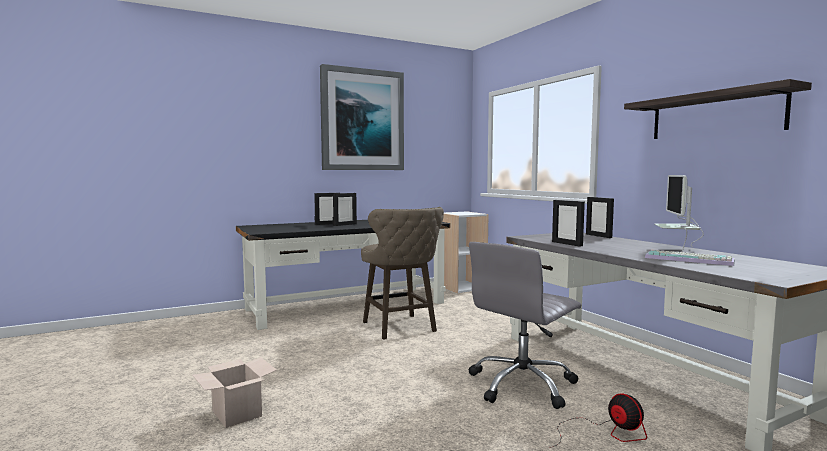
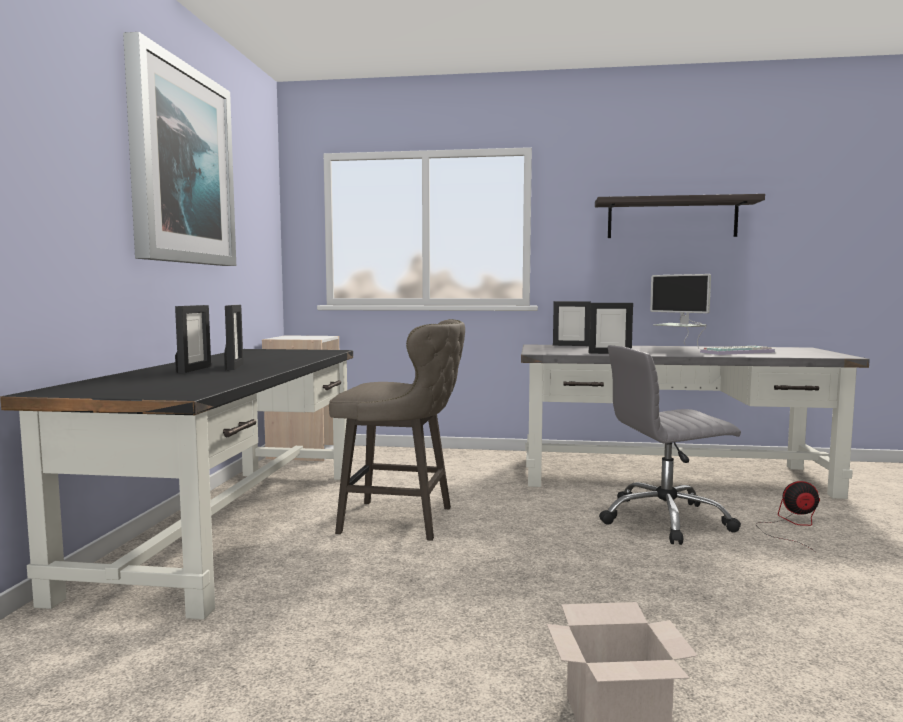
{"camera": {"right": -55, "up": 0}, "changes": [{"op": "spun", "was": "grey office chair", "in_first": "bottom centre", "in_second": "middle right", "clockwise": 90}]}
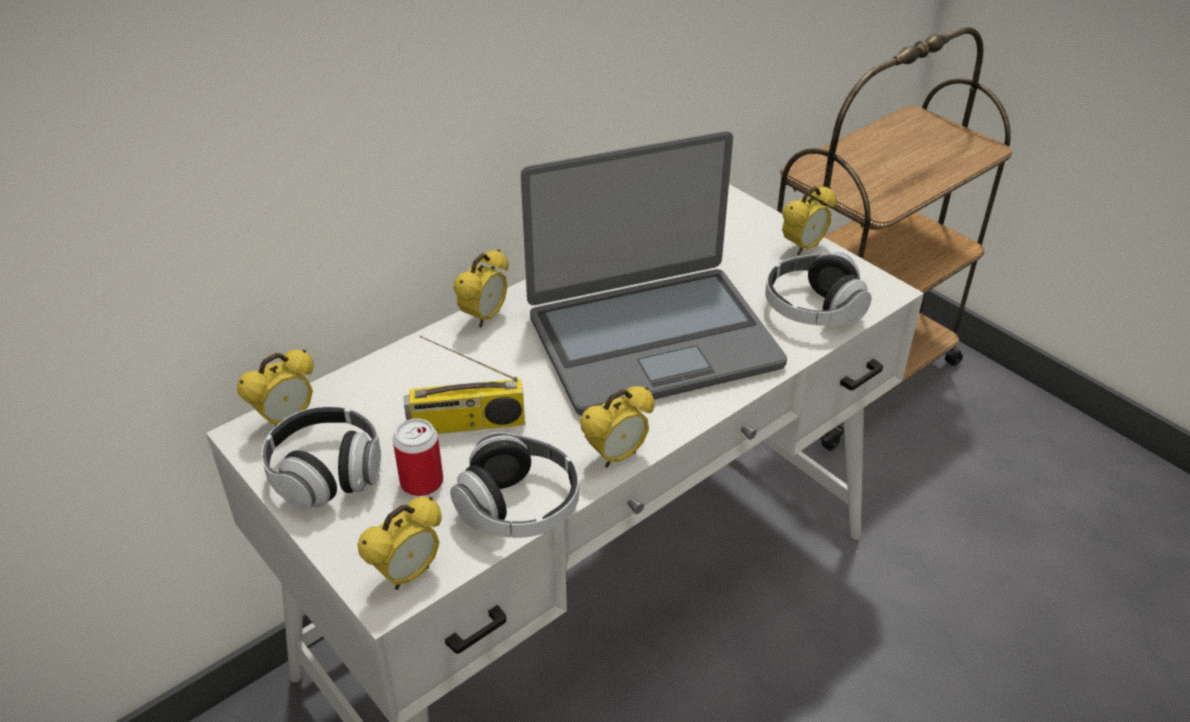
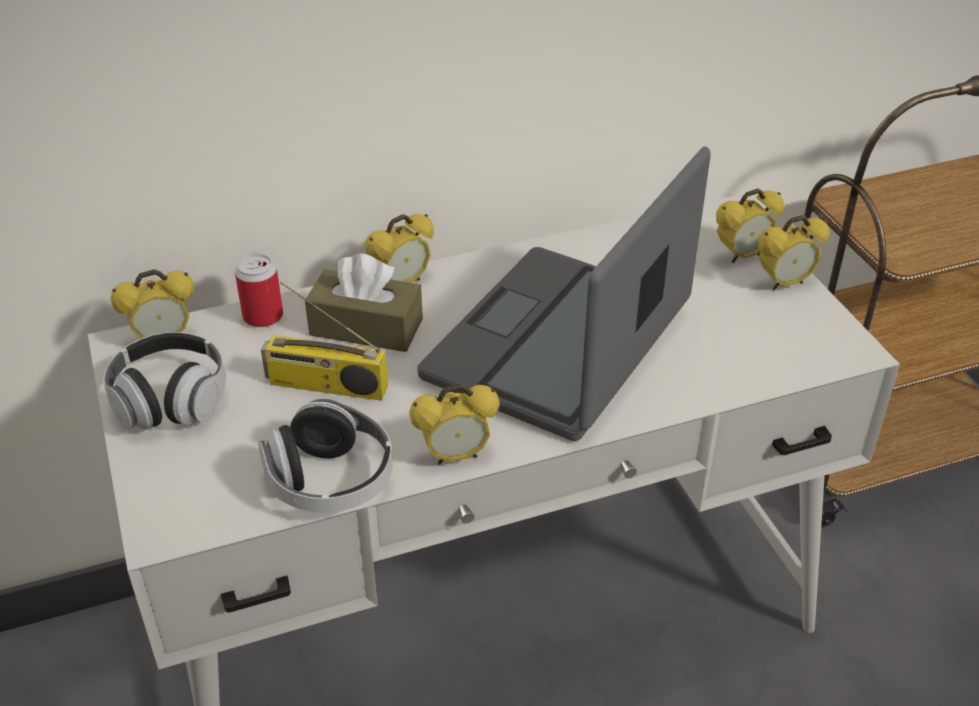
{"camera": {"right": 20, "up": 0}, "changes": [{"op": "spun", "was": "laptop", "in_first": "centre", "in_second": "centre", "clockwise": 120}, {"op": "missing", "was": "headphones (no. 3 from left)", "in_first": "middle right"}, {"op": "relocated", "was": "can", "in_first": "centre", "in_second": "middle left"}, {"op": "relocated", "was": "alarm clock (no. 2 from left in the first image)", "now": "alarm clock (no. 4 from left)", "in_first": "bottom centre", "in_second": "top right"}, {"op": "appeared", "now": "brown tissue box", "in_second": "centre"}]}
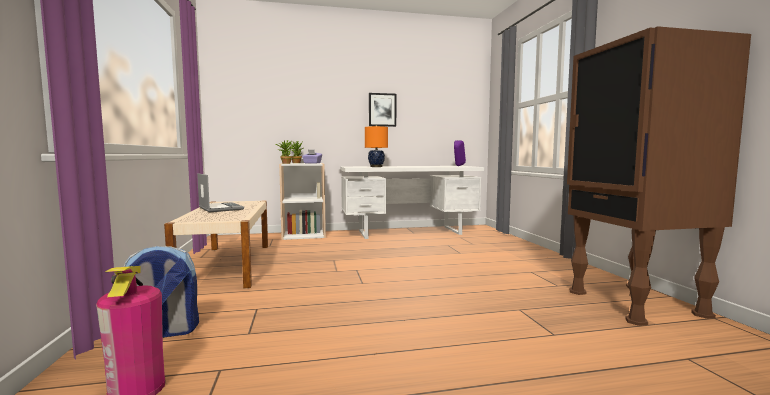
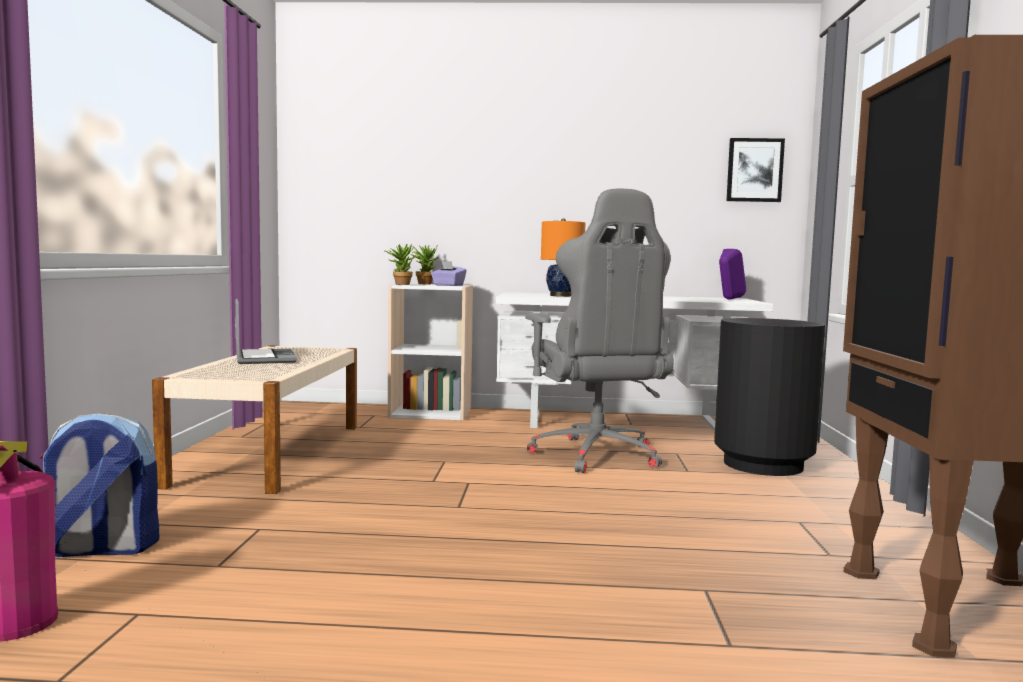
{"camera": {"right": 15, "up": 0}, "changes": [{"op": "relocated", "was": "picture", "in_first": "top centre", "in_second": "top right"}, {"op": "appeared", "now": "grey office chair", "in_second": "centre"}, {"op": "appeared", "now": "black trash can", "in_second": "middle right"}]}
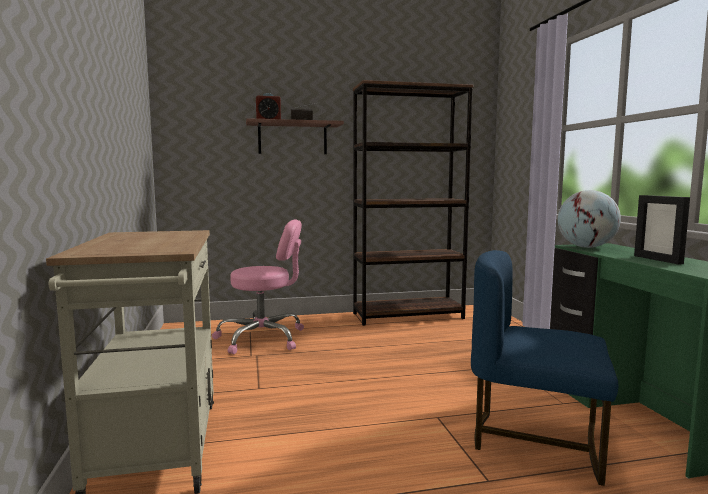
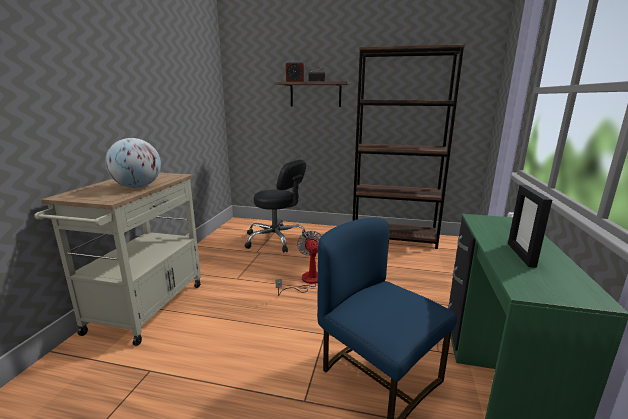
{"camera": {"right": 25, "up": 10}, "changes": [{"op": "relocated", "was": "globe", "in_first": "middle right", "in_second": "middle left"}, {"op": "colour", "was": "pink office chair", "now": "black office chair", "in_first": "centre", "in_second": "centre"}, {"op": "appeared", "now": "fan", "in_second": "centre"}]}
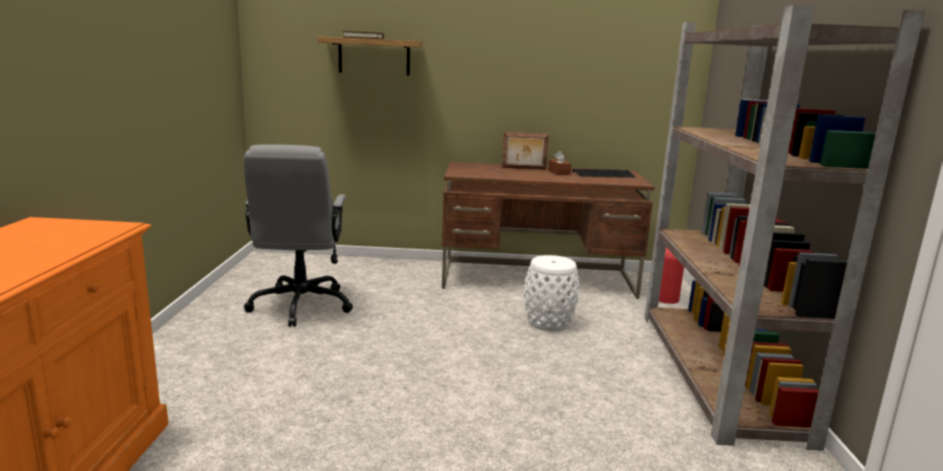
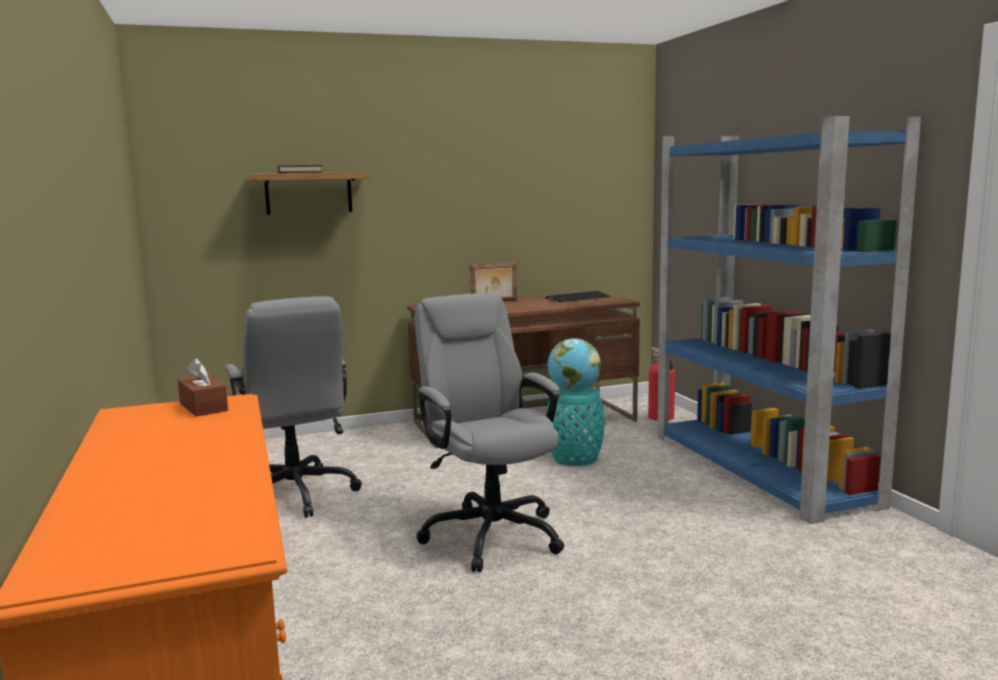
{"camera": {"right": -20, "up": -5}, "changes": [{"op": "colour", "was": "brown bookcase", "now": "blue bookcase", "in_first": "middle right", "in_second": "middle right"}, {"op": "relocated", "was": "brown tissue box", "in_first": "centre", "in_second": "middle left"}, {"op": "colour", "was": "white stool", "now": "turquoise stool", "in_first": "centre", "in_second": "centre"}, {"op": "appeared", "now": "grey office chair (no. 2 from left)", "in_second": "centre"}, {"op": "appeared", "now": "globe", "in_second": "centre"}]}
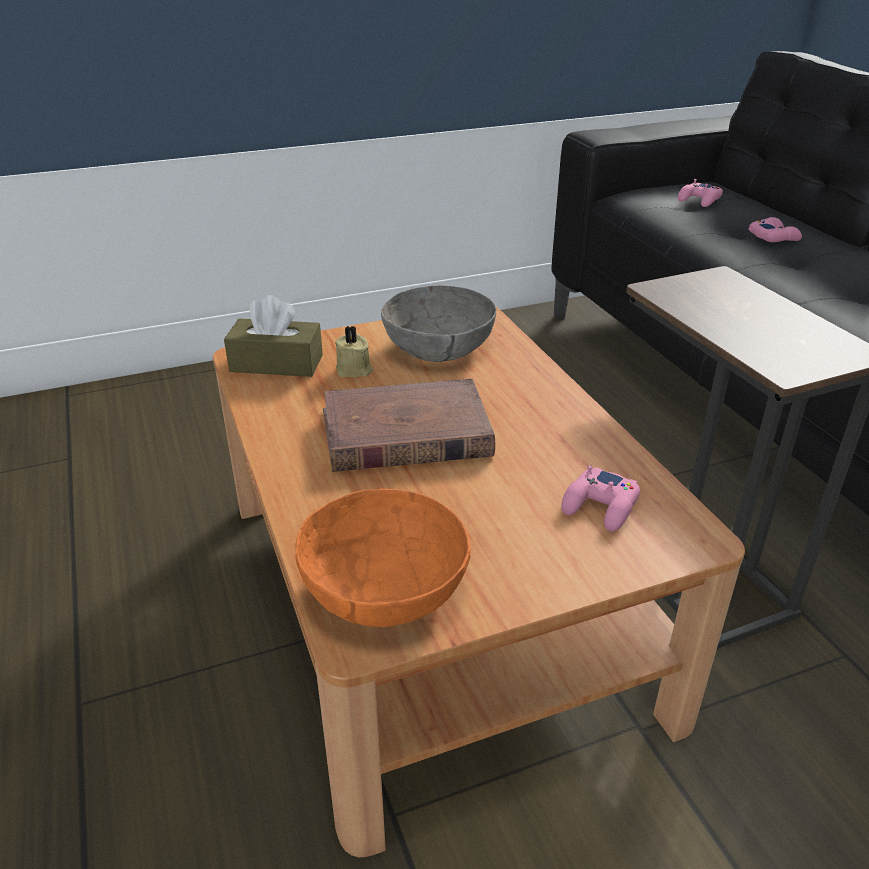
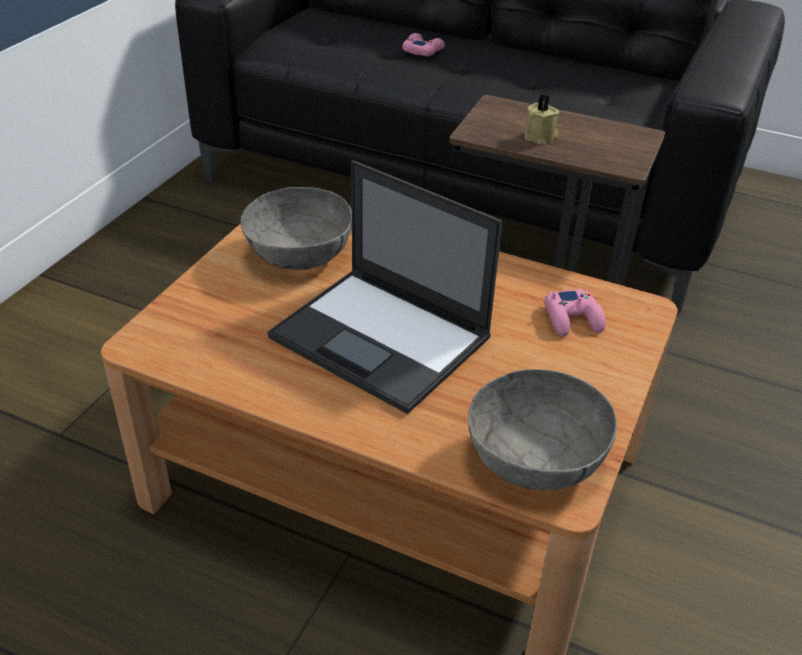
{"camera": {"right": -45, "up": 5}, "changes": [{"op": "missing", "was": "pink game controller (no. 2 from left)", "in_first": "top right"}, {"op": "missing", "was": "brown tissue box", "in_first": "middle left"}, {"op": "relocated", "was": "beige candle", "in_first": "centre", "in_second": "top right"}, {"op": "exchanged", "was": "brown book", "now": "laptop", "in_first": "centre", "in_second": "centre"}, {"op": "colour", "was": "orange bowl", "now": "grey bowl (no. 2 from left)", "in_first": "centre", "in_second": "middle right"}]}
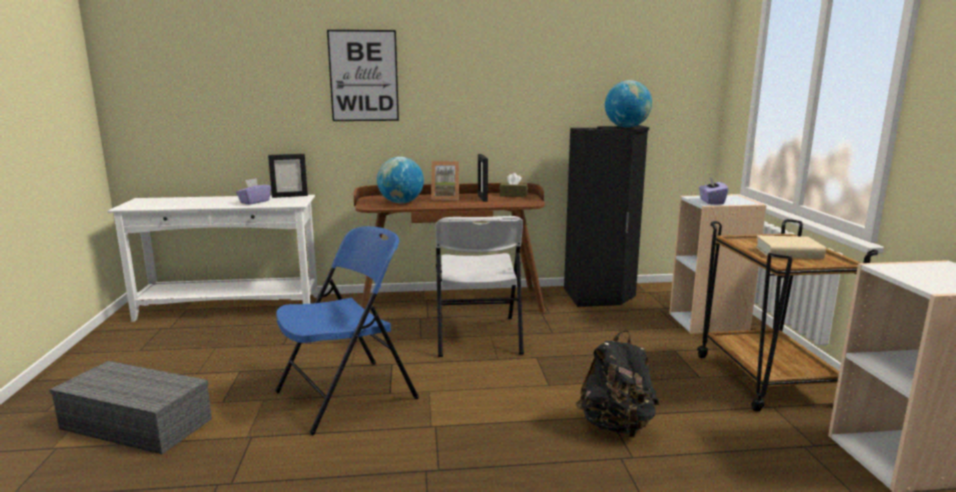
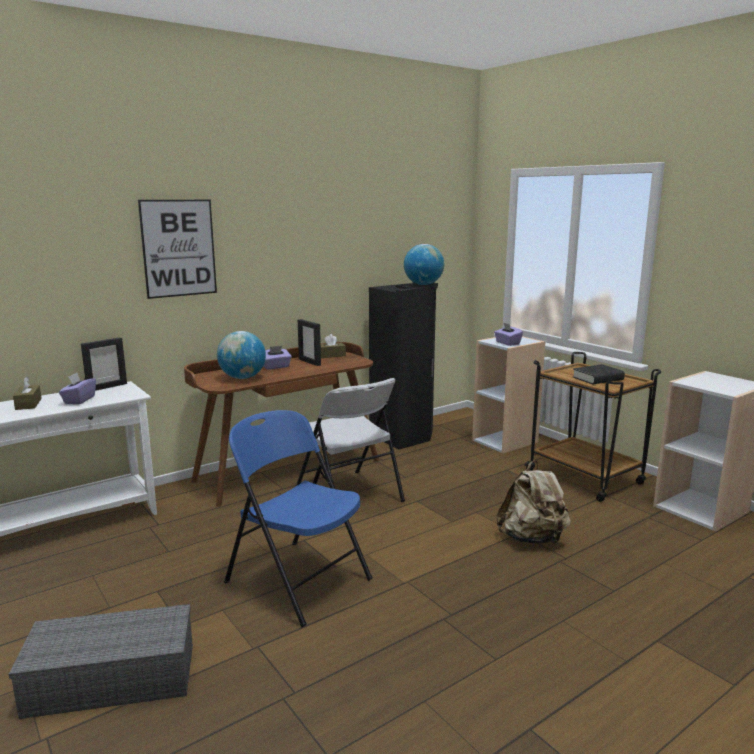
{"camera": {"right": -30, "up": 0}, "changes": [{"op": "exchanged", "was": "picture frame (no. 2 from left)", "now": "purple tissue box (no. 2 from left)", "in_first": "centre", "in_second": "centre"}, {"op": "spun", "was": "blue chair", "in_first": "bottom centre", "in_second": "bottom centre", "clockwise": -75}, {"op": "colour", "was": "beige book", "now": "black book", "in_first": "middle right", "in_second": "middle right"}, {"op": "colour", "was": "black backpack", "now": "beige backpack", "in_first": "bottom centre", "in_second": "middle right"}, {"op": "appeared", "now": "brown tissue box (no. 1 from left)", "in_second": "middle left"}]}
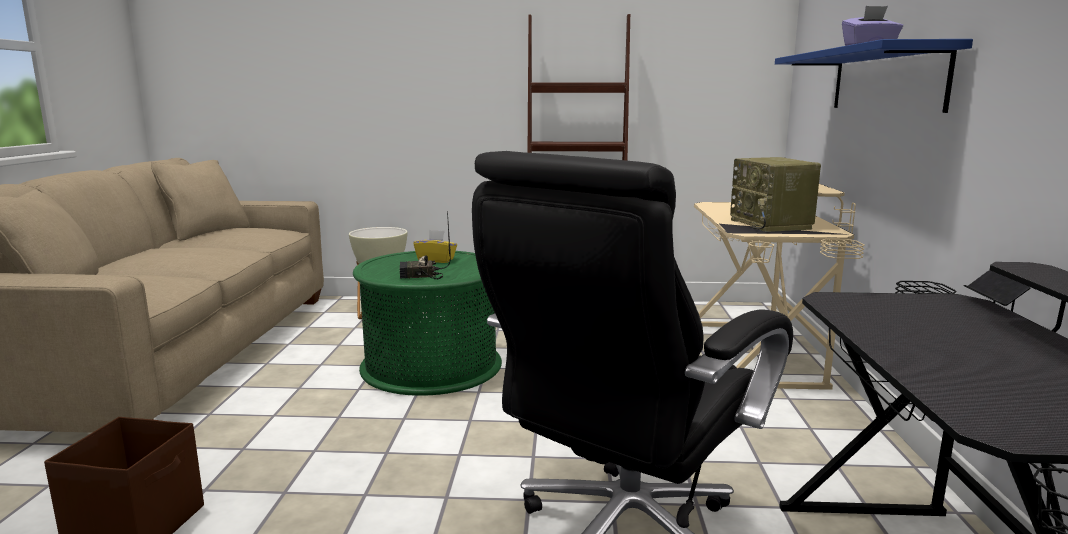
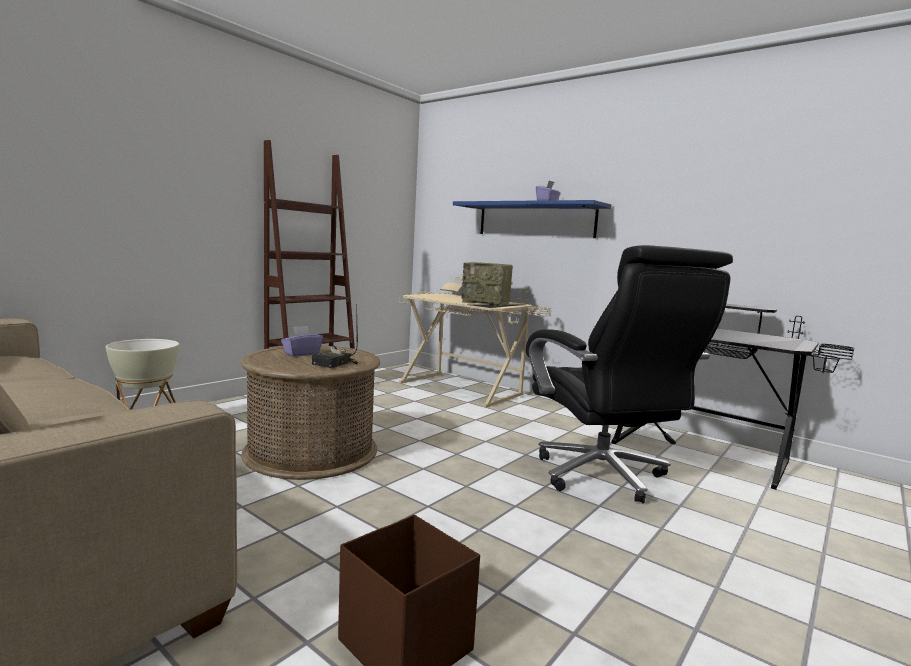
{"camera": {"right": -55, "up": -5}, "changes": [{"op": "colour", "was": "yellow tissue box", "now": "purple tissue box (no. 1 from left)", "in_first": "centre", "in_second": "middle left"}, {"op": "colour", "was": "green coffee table", "now": "brown coffee table", "in_first": "centre", "in_second": "centre"}]}
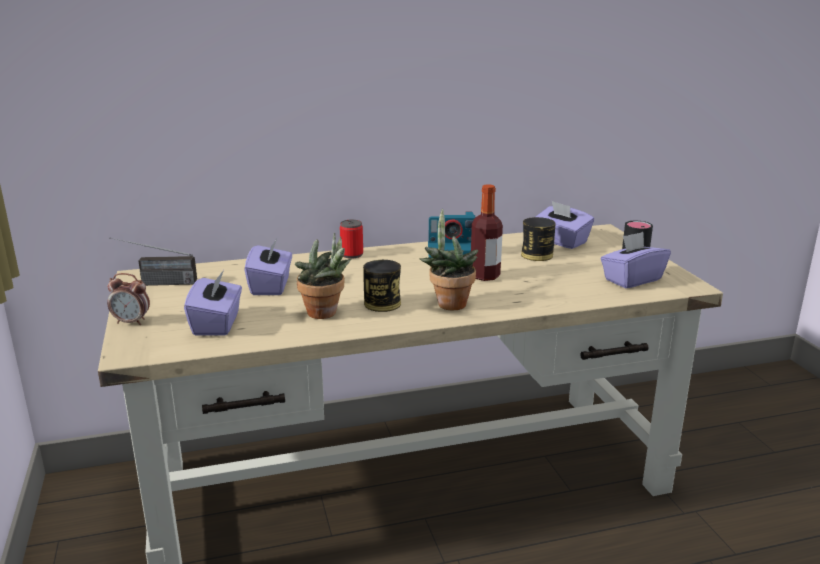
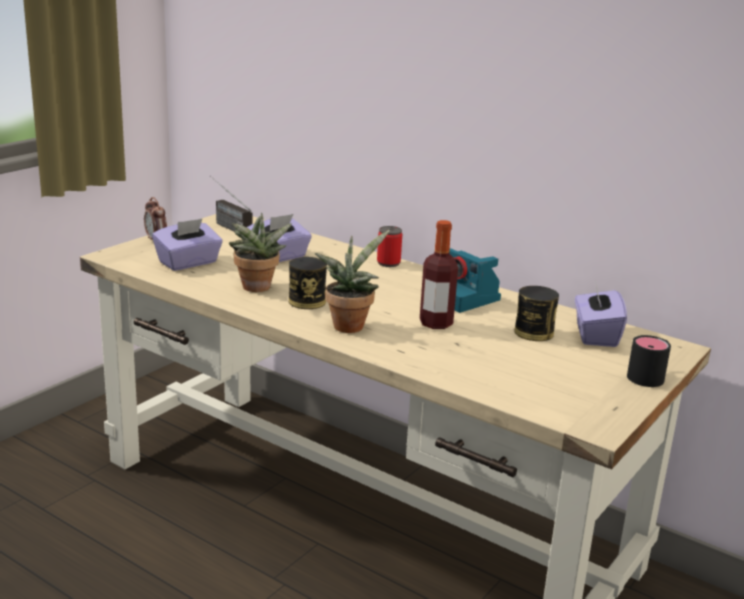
{"camera": {"right": 50, "up": 0}, "changes": [{"op": "missing", "was": "purple tissue box (no. 4 from left)", "in_first": "middle right"}]}
